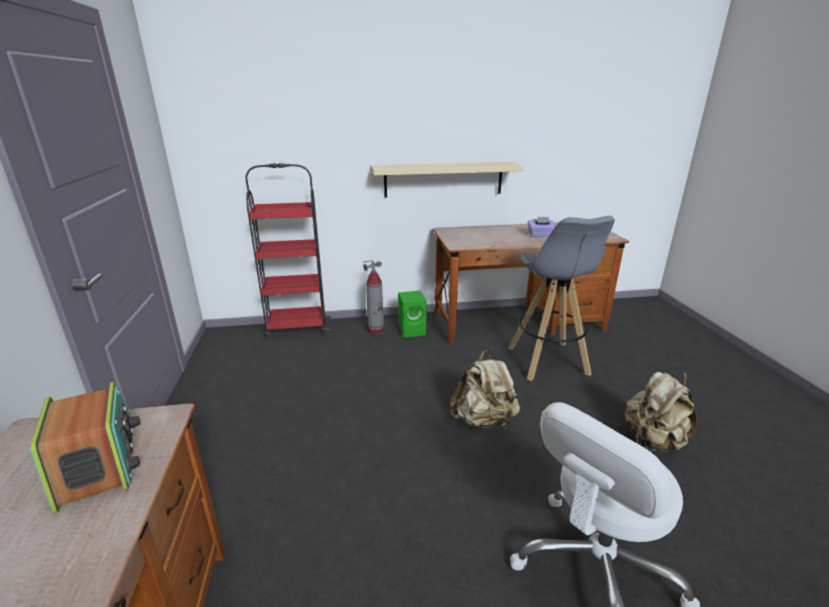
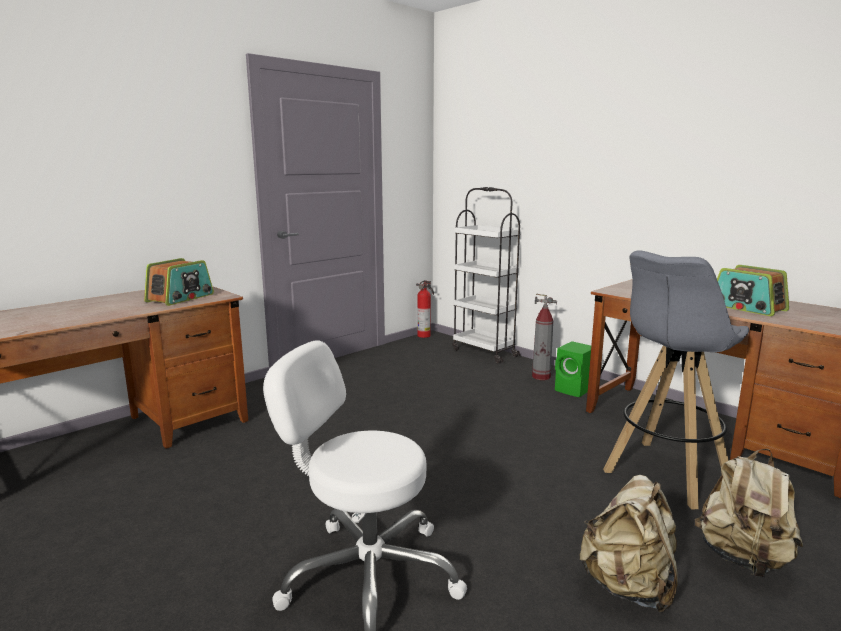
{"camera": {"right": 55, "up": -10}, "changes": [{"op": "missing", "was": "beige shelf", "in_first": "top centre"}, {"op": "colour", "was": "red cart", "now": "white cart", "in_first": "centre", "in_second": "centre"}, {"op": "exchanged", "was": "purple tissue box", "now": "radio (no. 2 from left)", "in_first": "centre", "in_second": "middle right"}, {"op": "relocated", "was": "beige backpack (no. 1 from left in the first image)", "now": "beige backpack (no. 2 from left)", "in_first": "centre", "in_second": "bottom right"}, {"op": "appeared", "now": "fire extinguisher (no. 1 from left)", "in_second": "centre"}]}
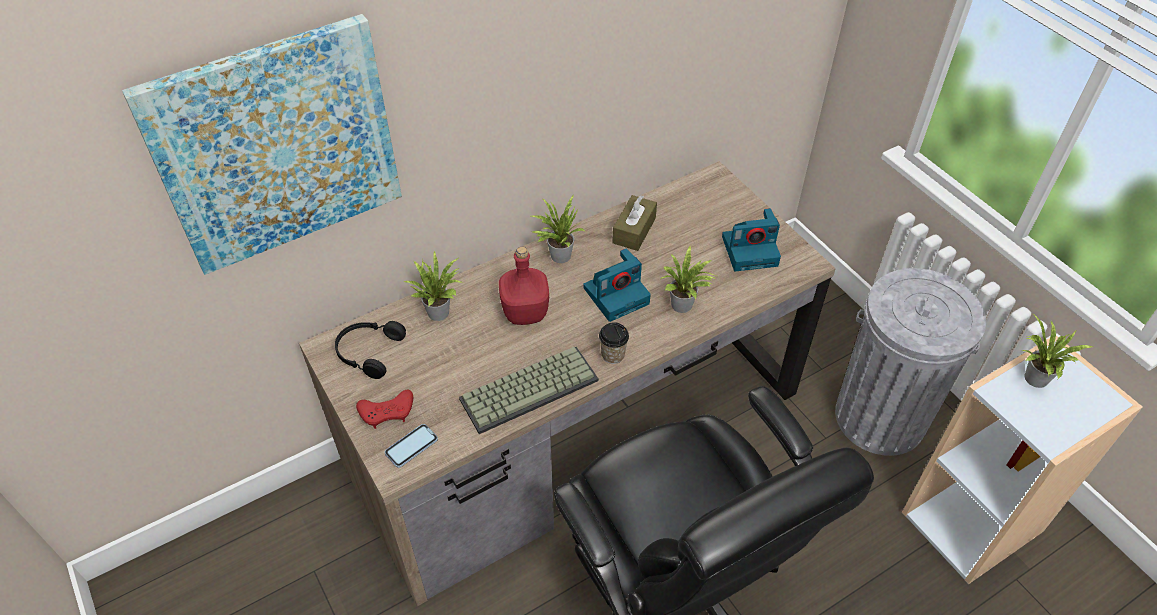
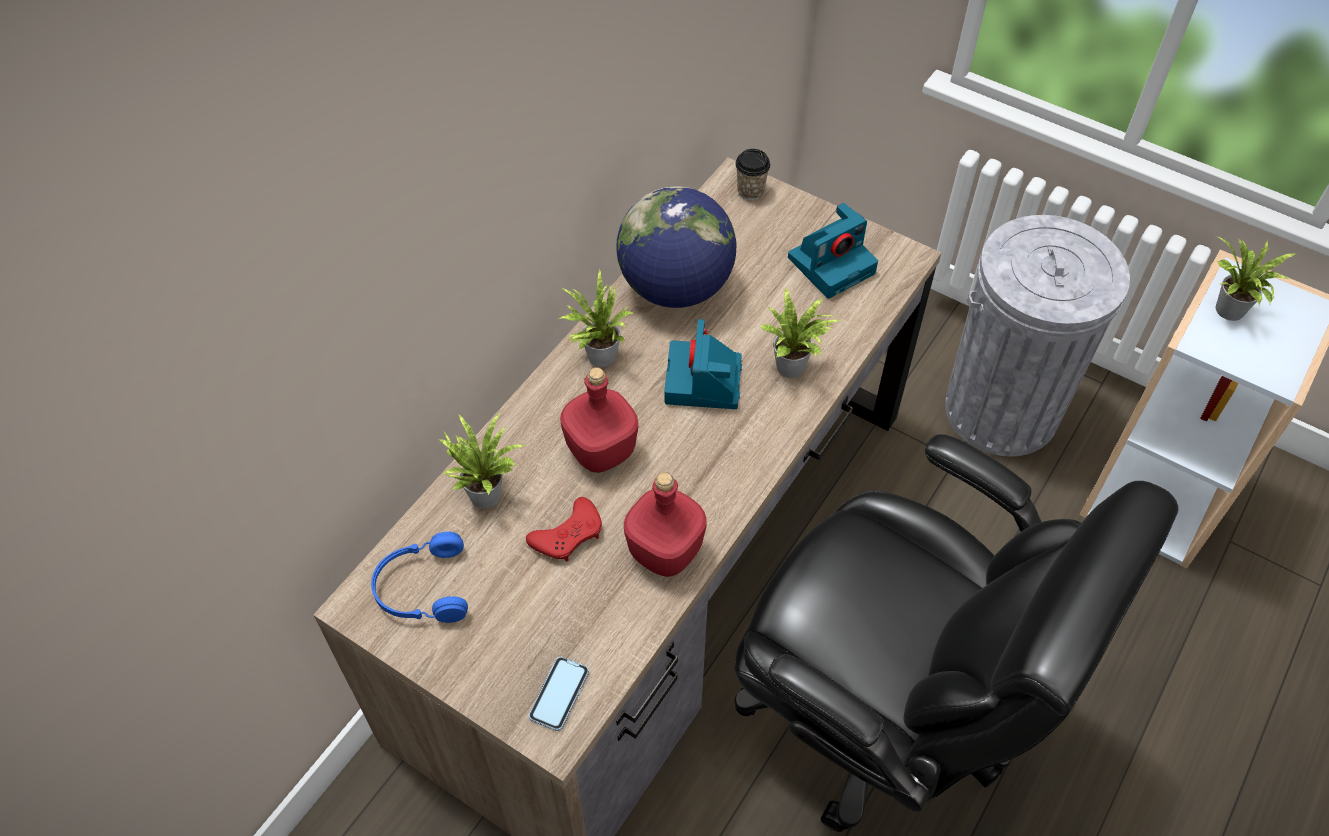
{"camera": {"right": -25, "up": 5}, "changes": [{"op": "missing", "was": "picture", "in_first": "top left"}, {"op": "exchanged", "was": "brown tissue box", "now": "globe", "in_first": "centre", "in_second": "top centre"}, {"op": "spun", "was": "photo camera (no. 1 from left)", "in_first": "centre", "in_second": "centre", "clockwise": 150}, {"op": "colour", "was": "black headphones", "now": "blue headphones", "in_first": "middle left", "in_second": "bottom left"}, {"op": "relocated", "was": "cup", "in_first": "centre", "in_second": "top centre"}, {"op": "exchanged", "was": "keyboard", "now": "red bottle (no. 2 from left)", "in_first": "centre", "in_second": "centre"}, {"op": "relocated", "was": "red game controller", "in_first": "middle left", "in_second": "centre"}]}
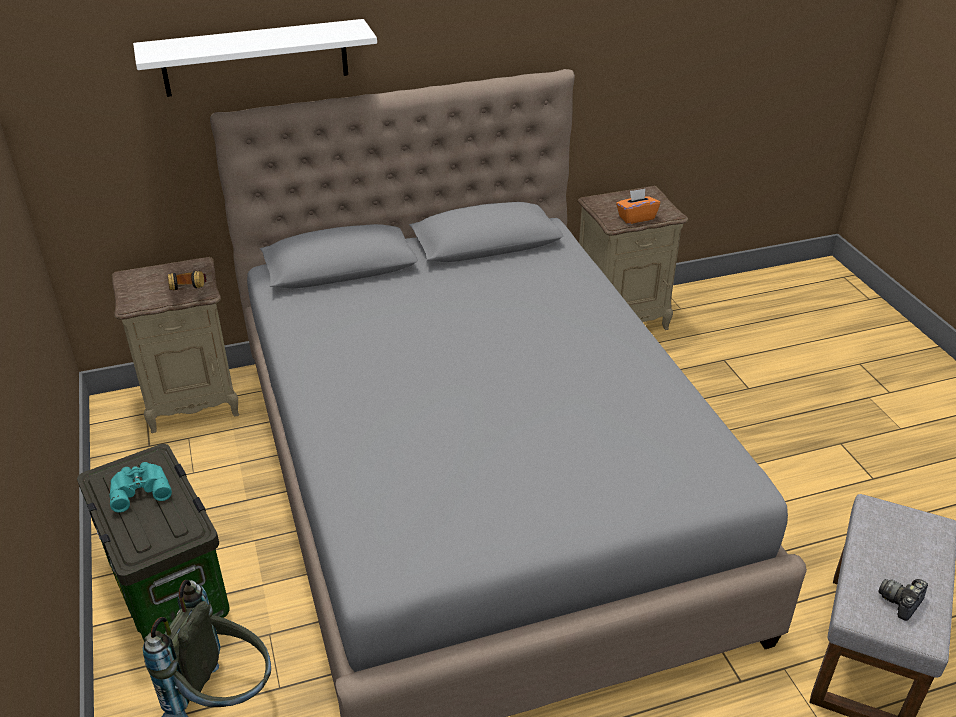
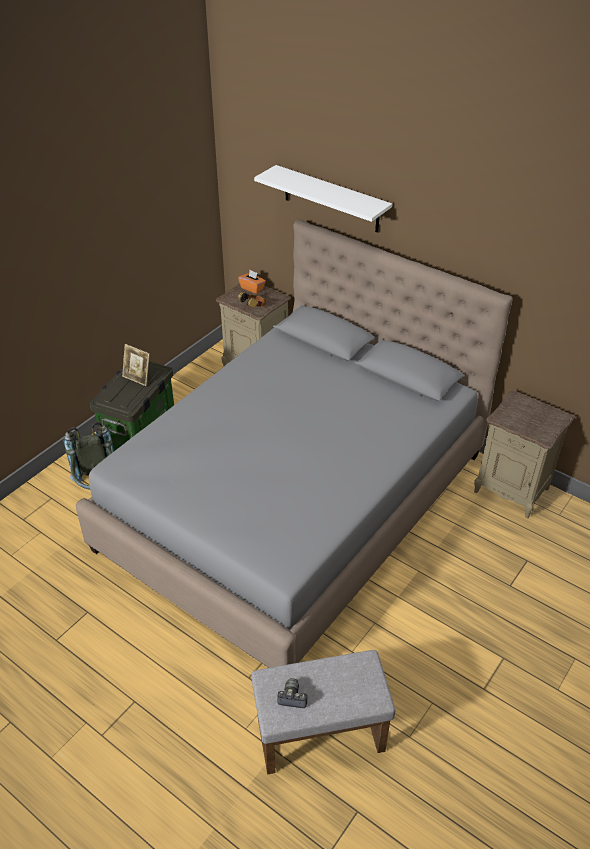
{"camera": {"right": 55, "up": 5}, "changes": [{"op": "relocated", "was": "orange tissue box", "in_first": "top right", "in_second": "top centre"}, {"op": "exchanged", "was": "turquoise binoculars", "now": "picture frame", "in_first": "bottom left", "in_second": "middle left"}]}
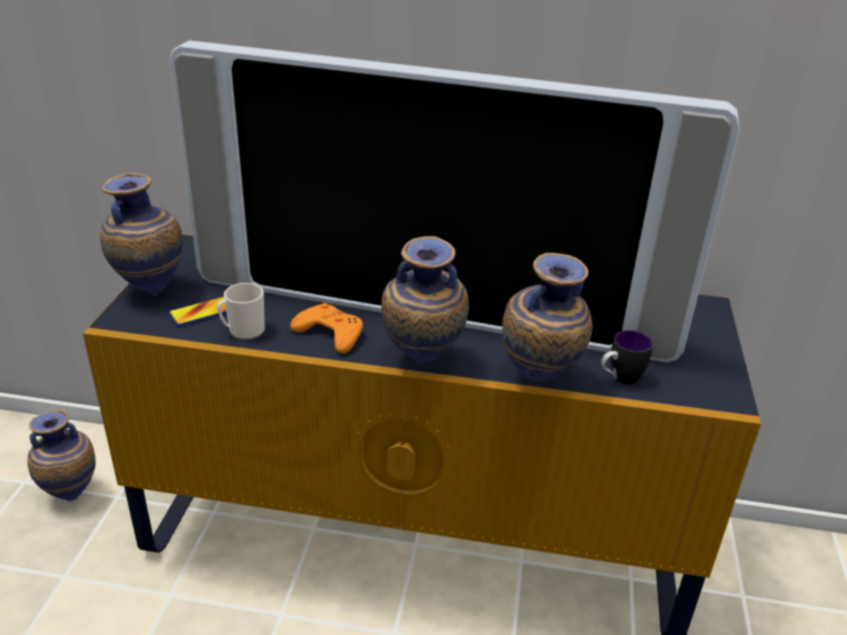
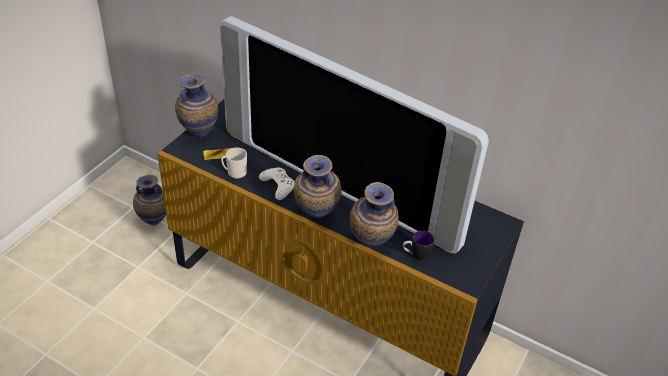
{"camera": {"right": 20, "up": 10}, "changes": [{"op": "colour", "was": "orange game controller", "now": "white game controller", "in_first": "centre", "in_second": "centre"}]}
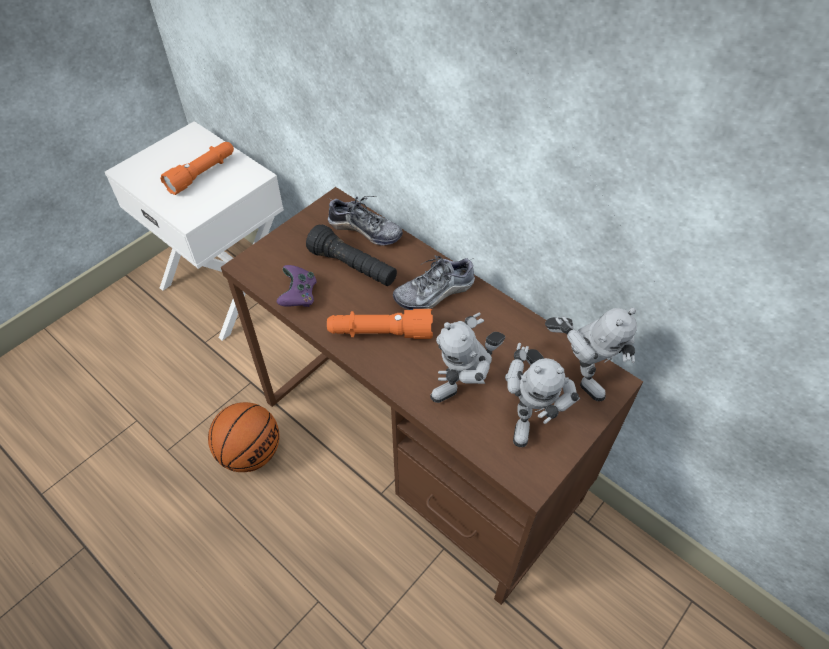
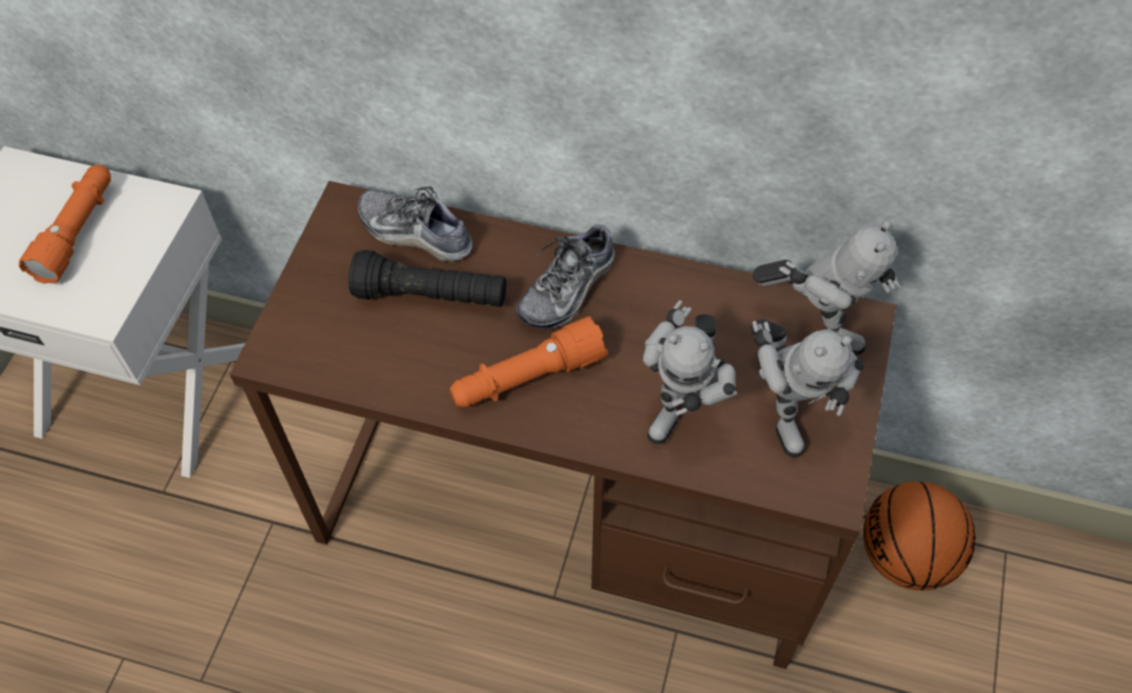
{"camera": {"right": -25, "up": 5}, "changes": [{"op": "spun", "was": "shoe (no. 1 from left)", "in_first": "centre", "in_second": "top centre", "clockwise": -150}, {"op": "missing", "was": "purple game controller", "in_first": "centre"}, {"op": "relocated", "was": "basketball", "in_first": "bottom left", "in_second": "bottom right"}]}
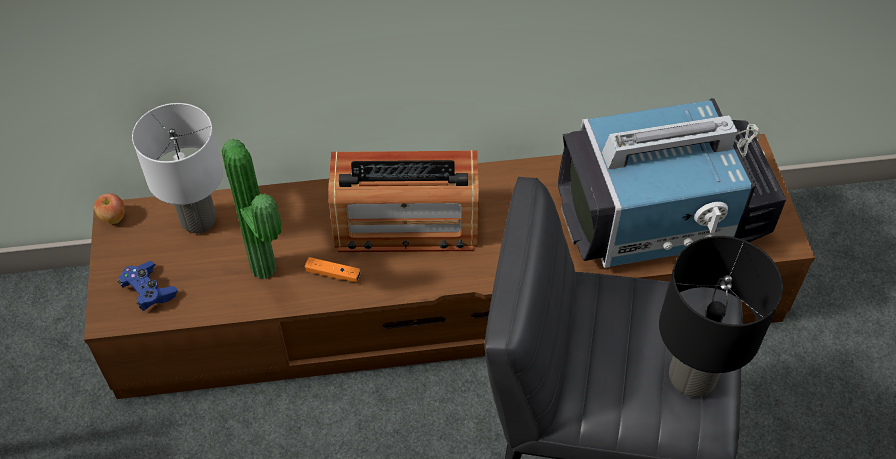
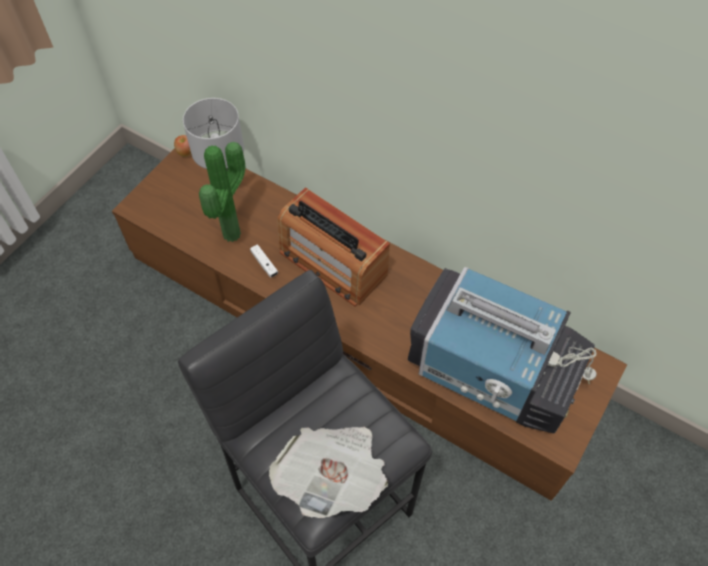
{"camera": {"right": 40, "up": 5}, "changes": [{"op": "exchanged", "was": "black table lamp", "now": "newspaper", "in_first": "bottom right", "in_second": "bottom centre"}, {"op": "colour", "was": "orange game controller", "now": "white game controller", "in_first": "centre", "in_second": "centre"}, {"op": "missing", "was": "blue game controller", "in_first": "middle left"}]}
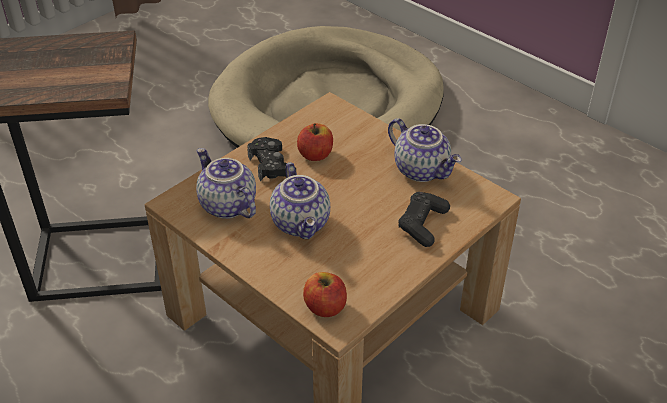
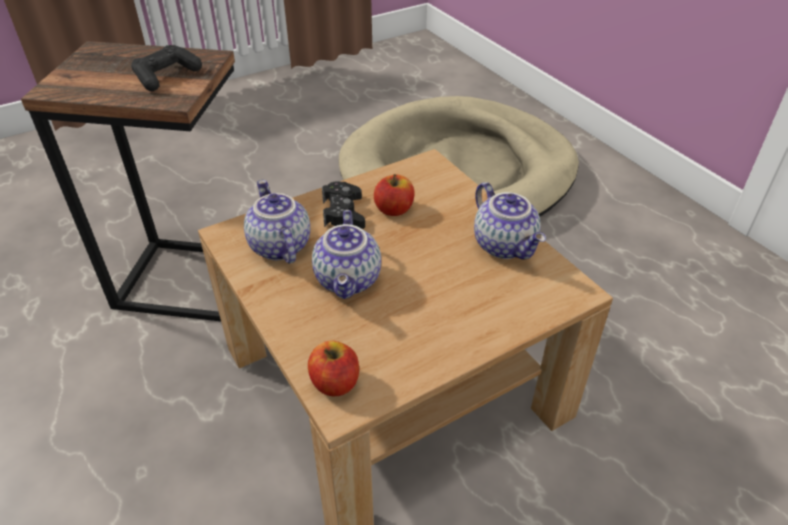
{"camera": {"right": 15, "up": 0}, "changes": [{"op": "relocated", "was": "black game controller (no. 2 from left in the first image)", "now": "black game controller (no. 1 from left)", "in_first": "centre", "in_second": "top left"}]}
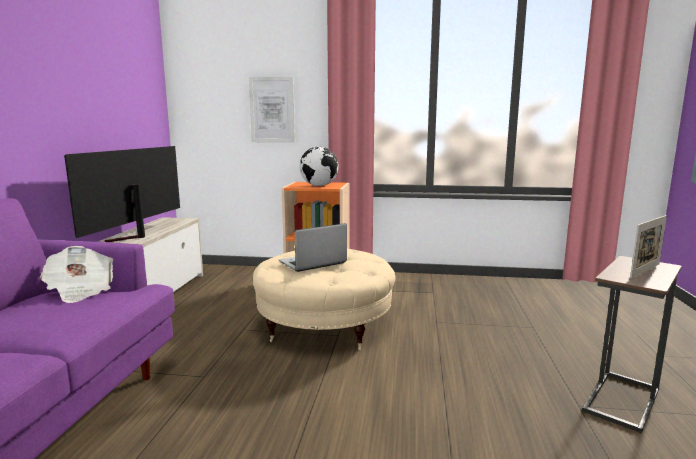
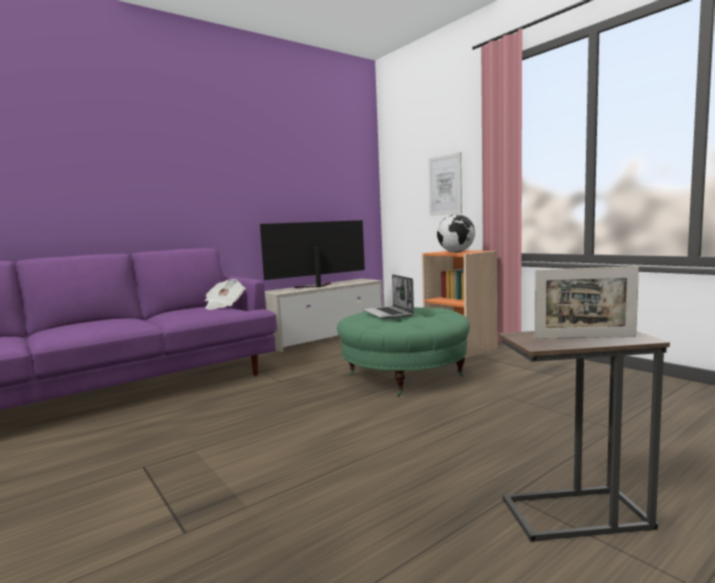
{"camera": {"right": 45, "up": -5}, "changes": [{"op": "spun", "was": "laptop", "in_first": "centre", "in_second": "centre", "clockwise": -120}, {"op": "colour", "was": "beige ottoman", "now": "green ottoman", "in_first": "centre", "in_second": "centre"}]}
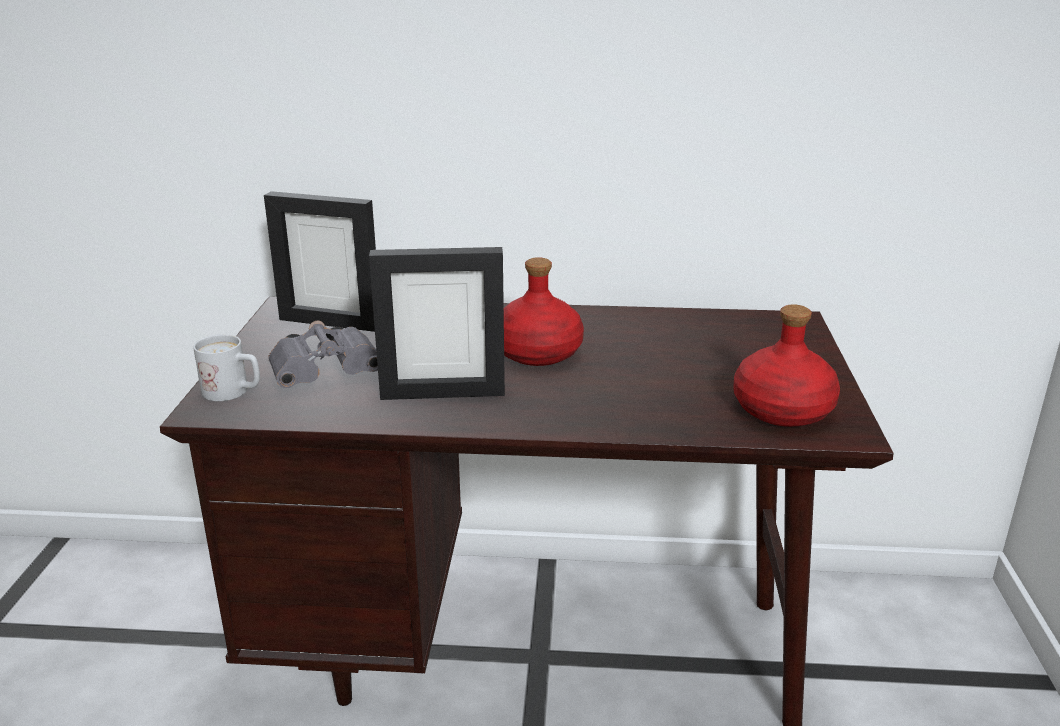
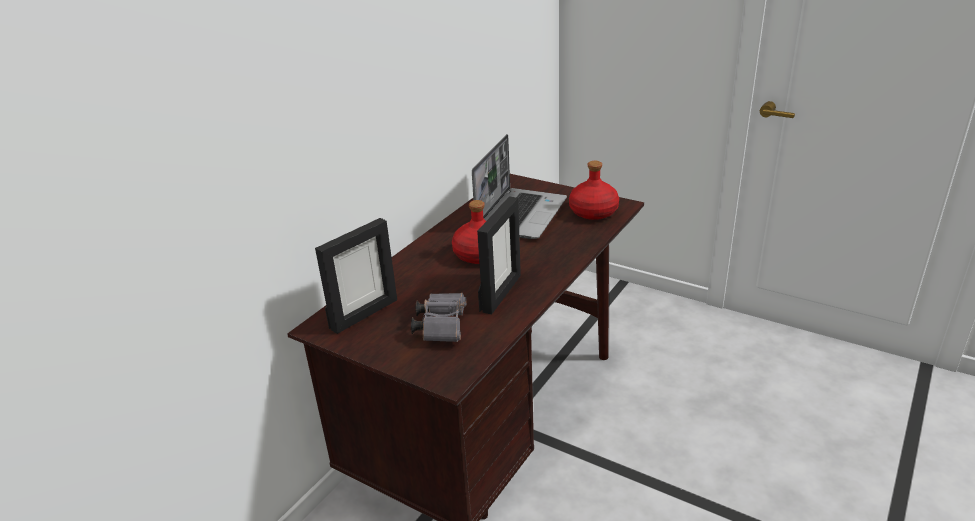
{"camera": {"right": -60, "up": 5}, "changes": [{"op": "missing", "was": "white mug", "in_first": "middle left"}, {"op": "appeared", "now": "laptop", "in_second": "centre"}]}
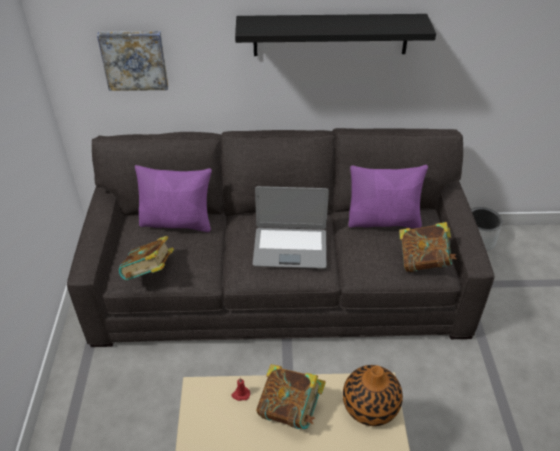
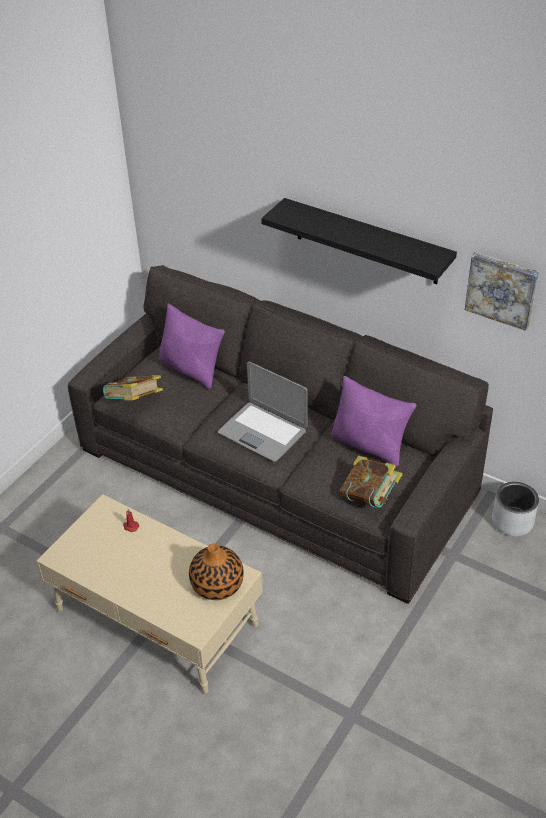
{"camera": {"right": 35, "up": 0}, "changes": [{"op": "relocated", "was": "picture", "in_first": "top left", "in_second": "middle right"}, {"op": "missing", "was": "book (no. 2 from left)", "in_first": "bottom centre"}]}
